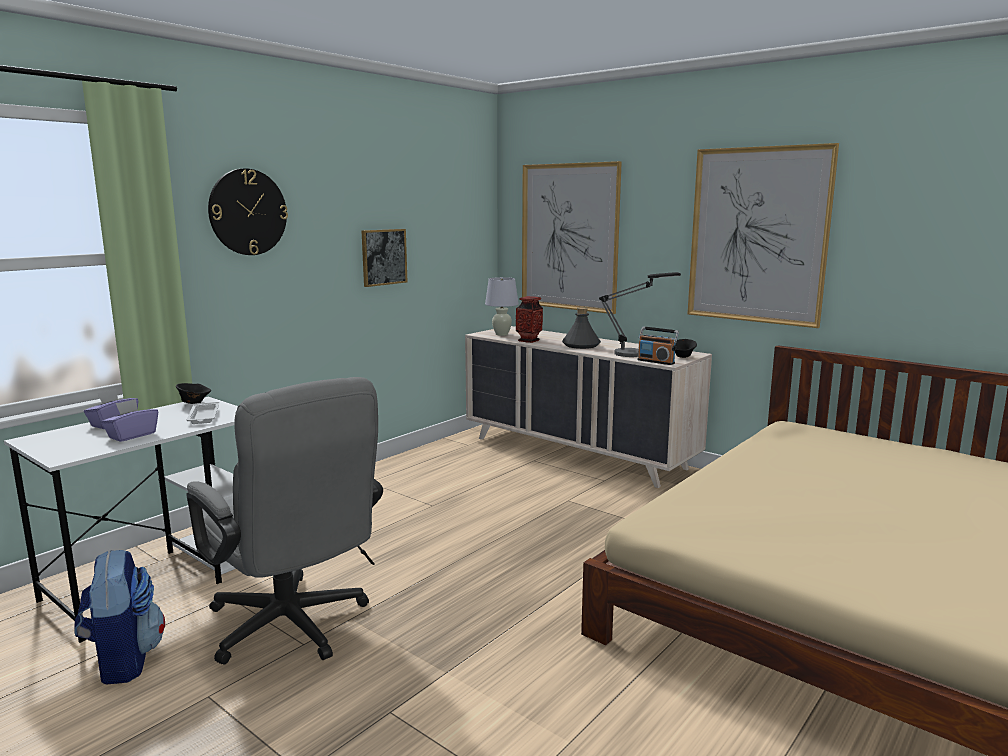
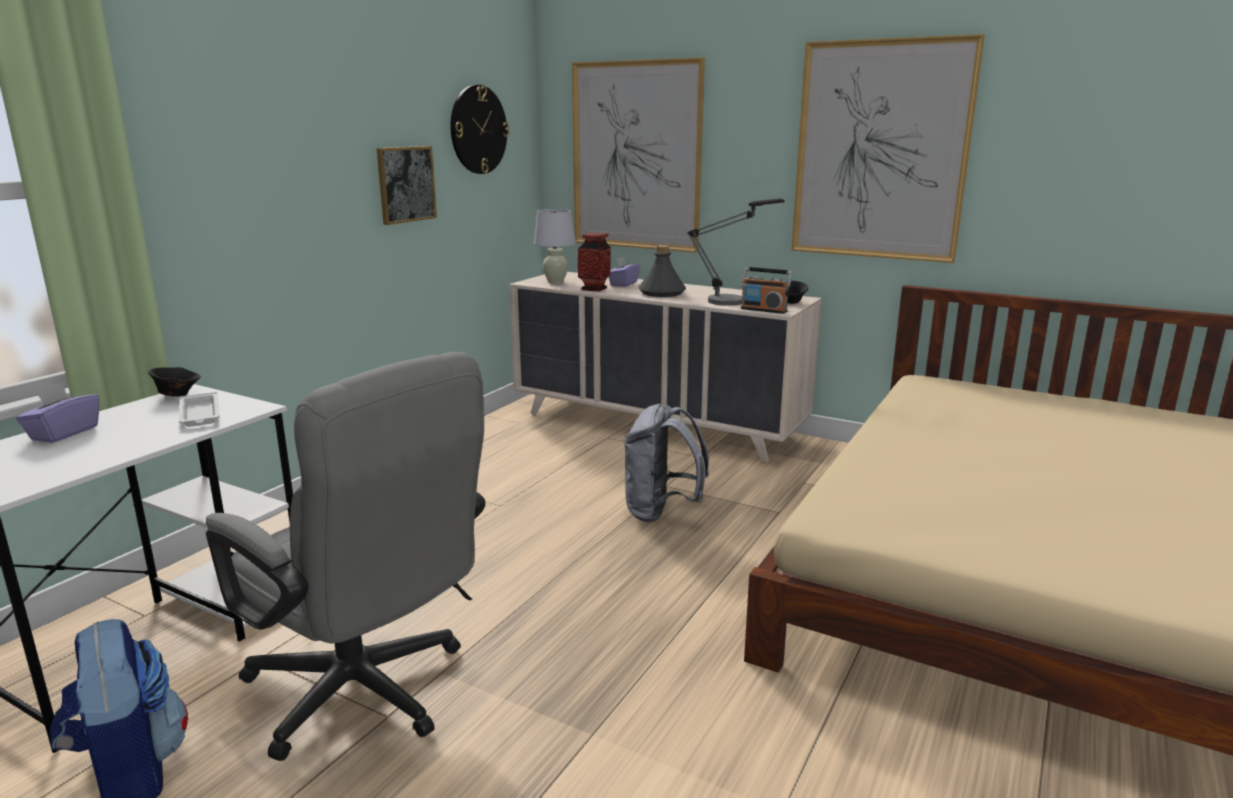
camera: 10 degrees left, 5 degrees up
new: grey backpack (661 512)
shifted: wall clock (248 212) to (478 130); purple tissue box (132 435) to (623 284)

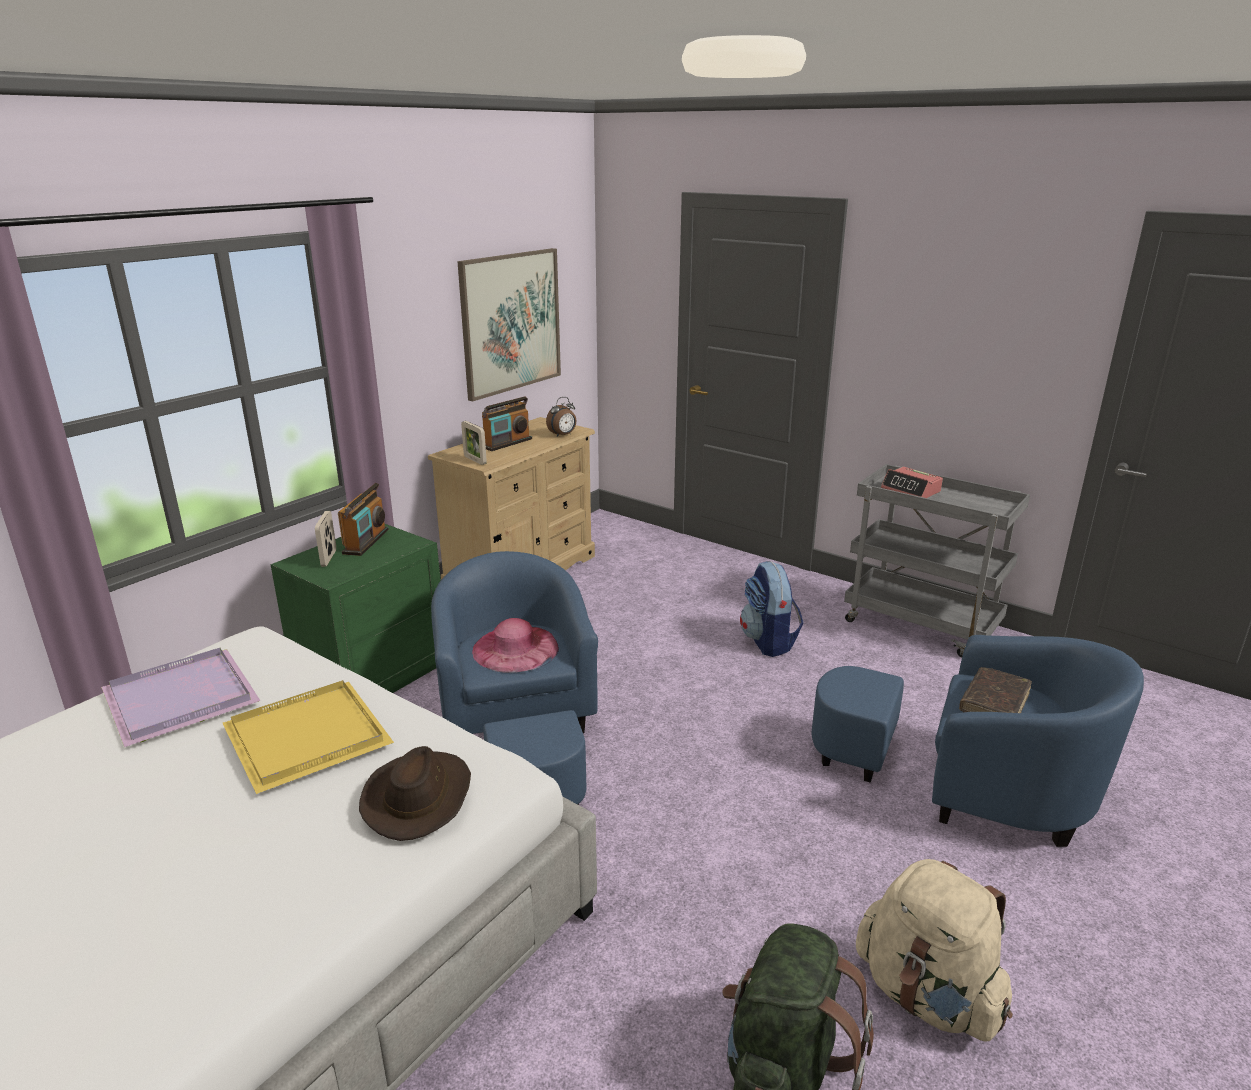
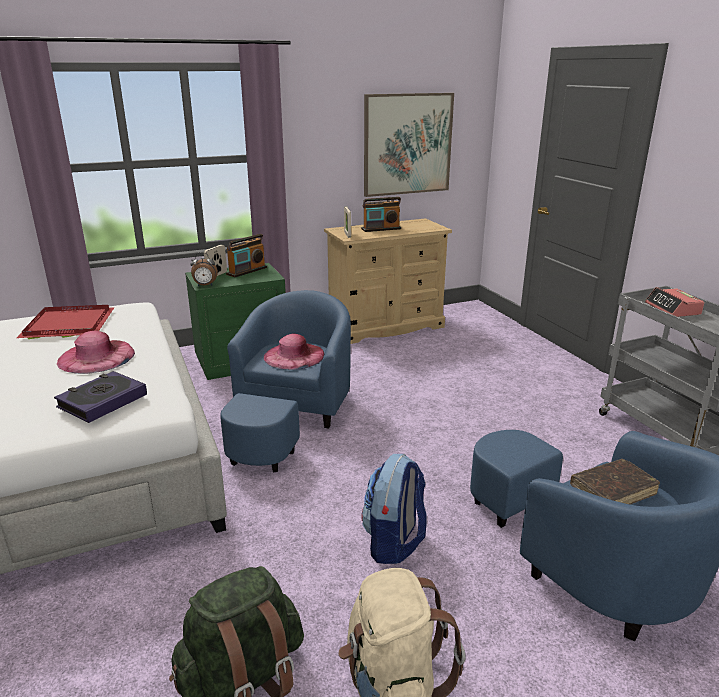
camera: 30 degrees right, 0 degrees up
shifted: alarm clock (563 435) to (205 285); backpack (768 642) to (394 542)
swapped: yellow tray (309 735) to pink hat (96 357); brown hat (418 797) to book (102 401)
repainted: purple tray (183 697) to red tray (71 324)

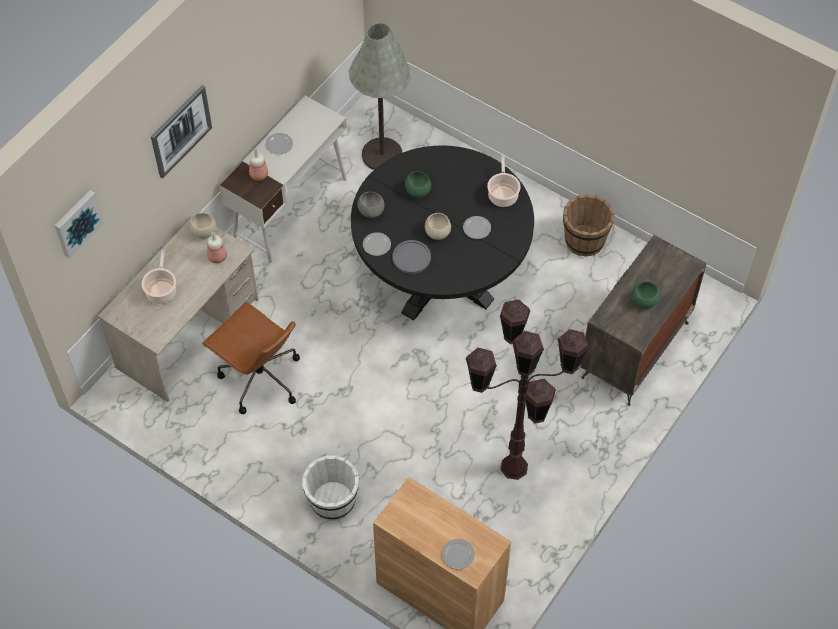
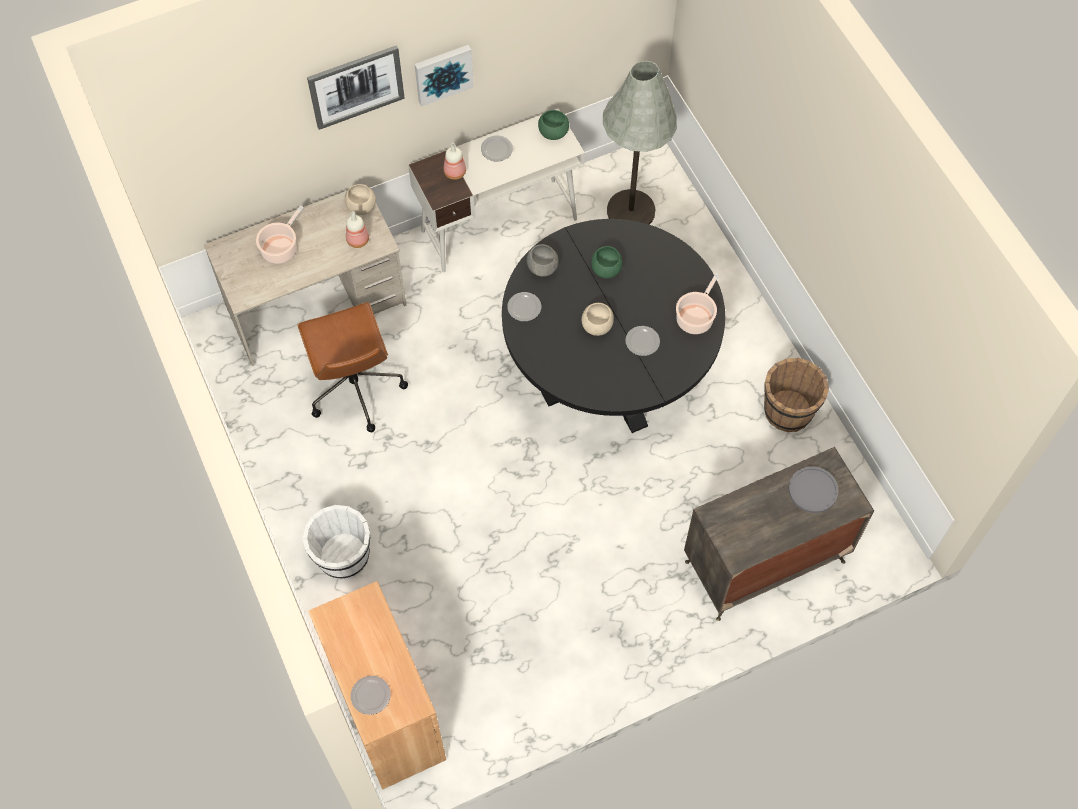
camera: 30 degrees right, 5 degrees up
gone: brown floor lamp (513 468)
shifted: picture (77 223) to (443 73); grey plate (411 257) to (813 490); green bowl (643 301) to (553 133)

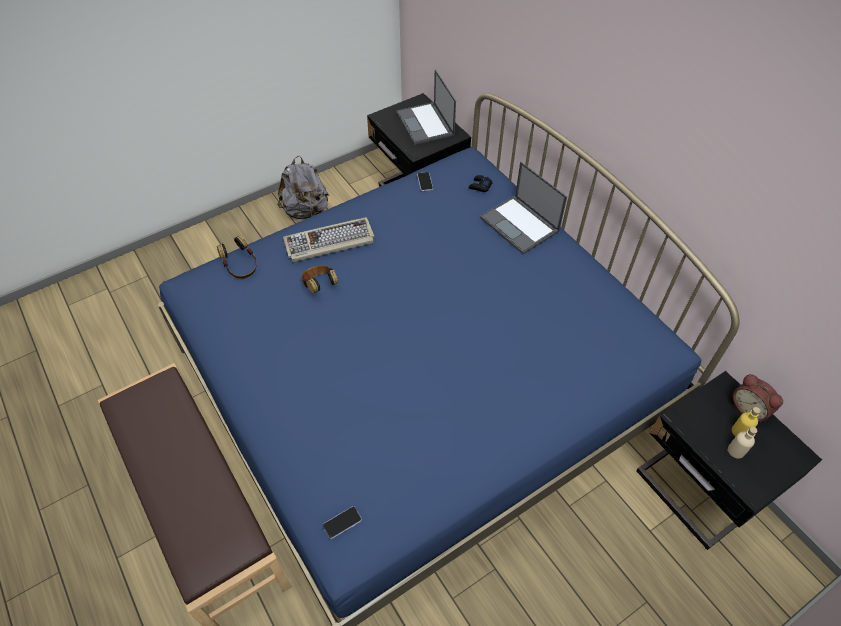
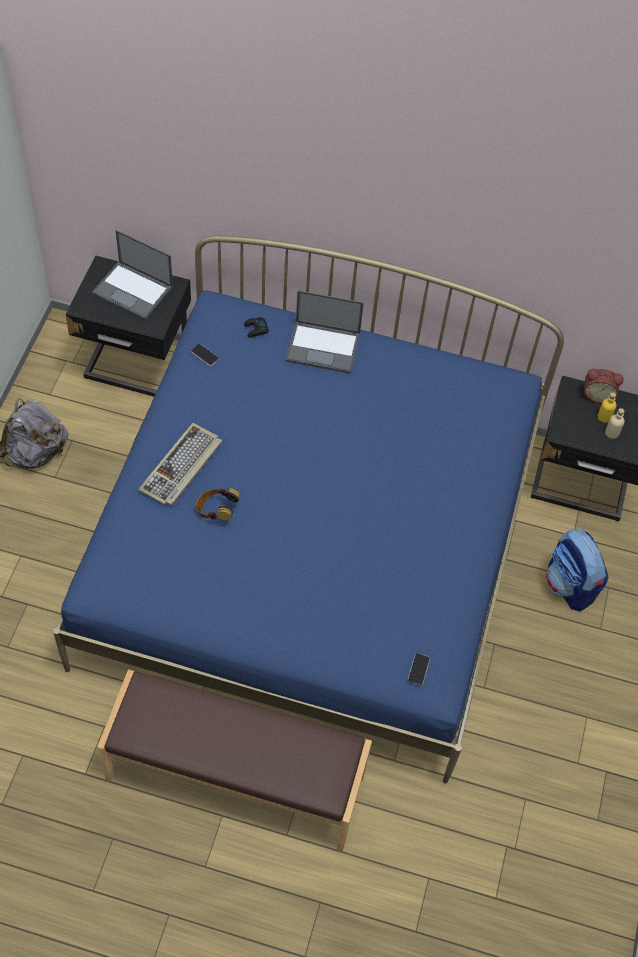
camera: 45 degrees left, 5 degrees up
gone: headphones (241 268)
new: backpack (570 585)

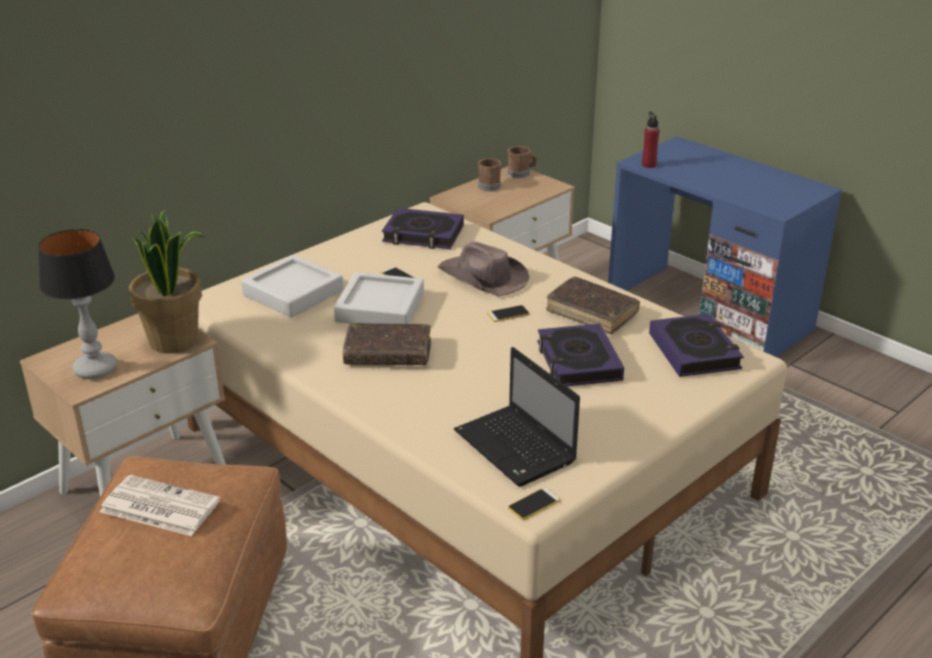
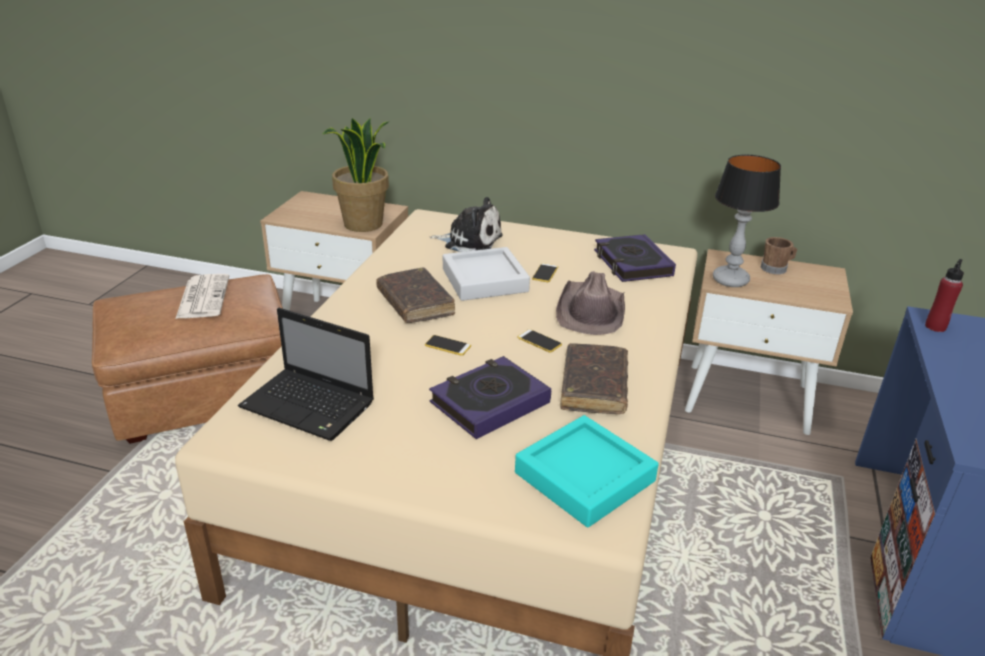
camera: 60 degrees right, 0 degrees up
gone: brown mug (521 174)
shifted: table lamp (95 370) to (729 280); phone (534 504) to (447 346)
swapped: grey tray (293 293) to plush toy (470 241); book (694 351) to turquoise tray (584 477)
rotated: laptop (517 448) = (310 406) 90 degrees counterclockwise

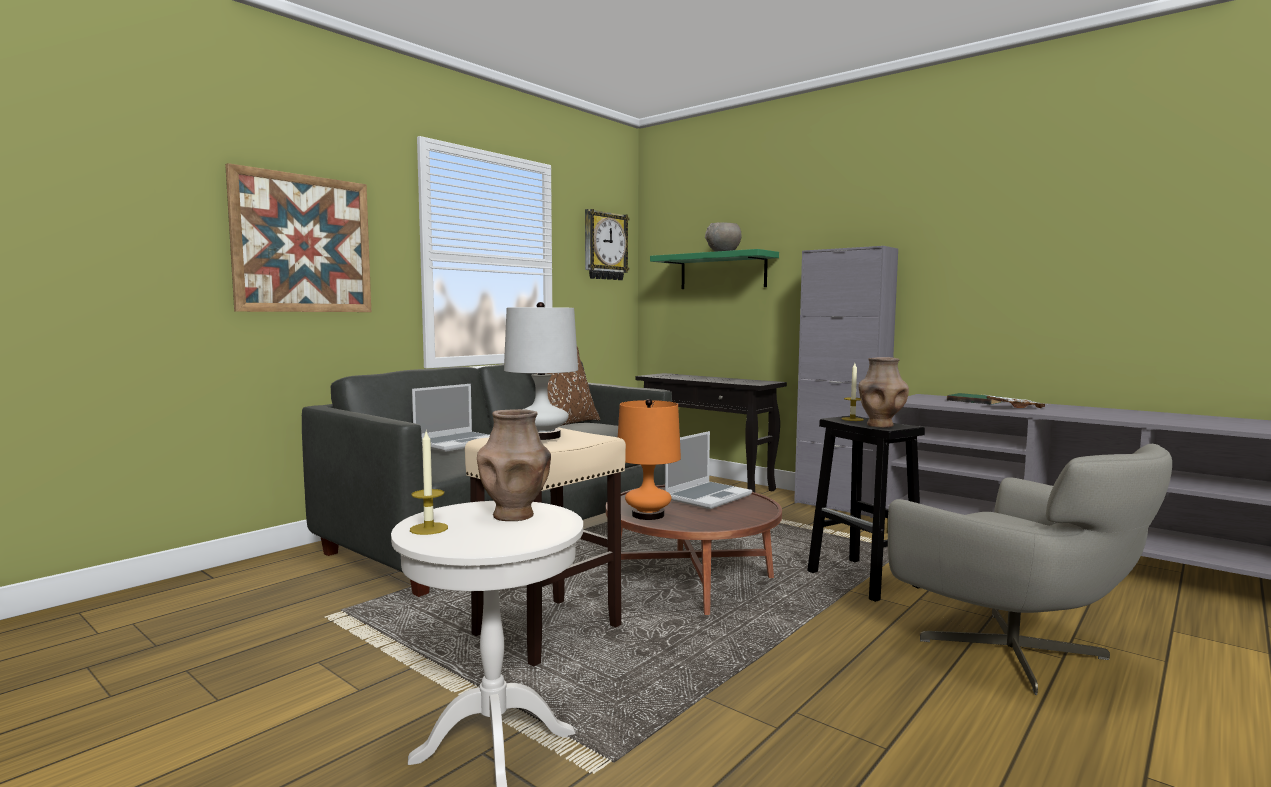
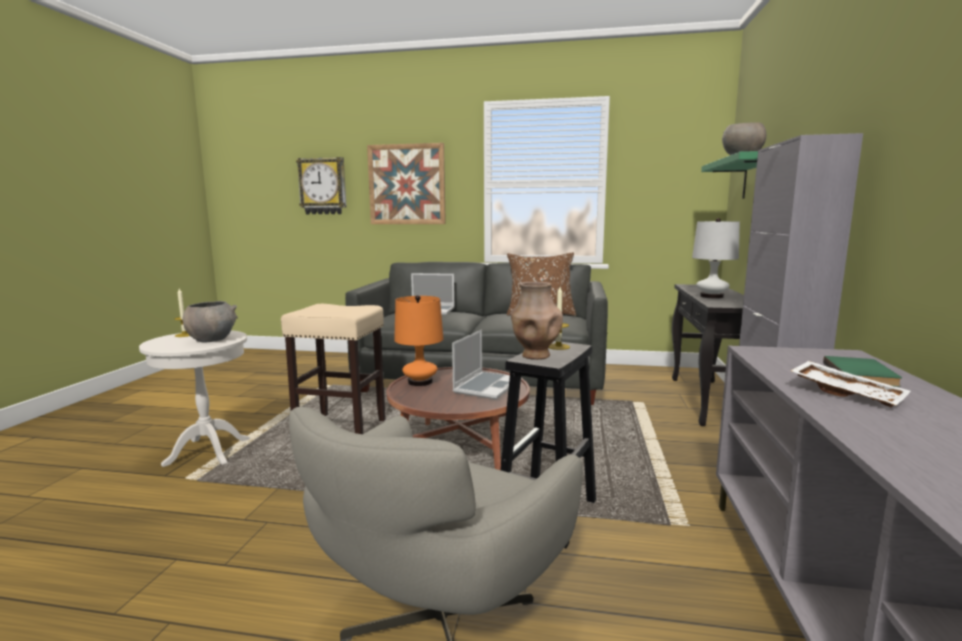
camera: 60 degrees right, 5 degrees up
shifted: wall clock (604 246) to (323 186); white table lamp (542 436) to (711 296)
swapped: brown vase (515 515) to grey bowl (212 339)
rotated: laptop (708 496) = (487 386) 75 degrees counterclockwise

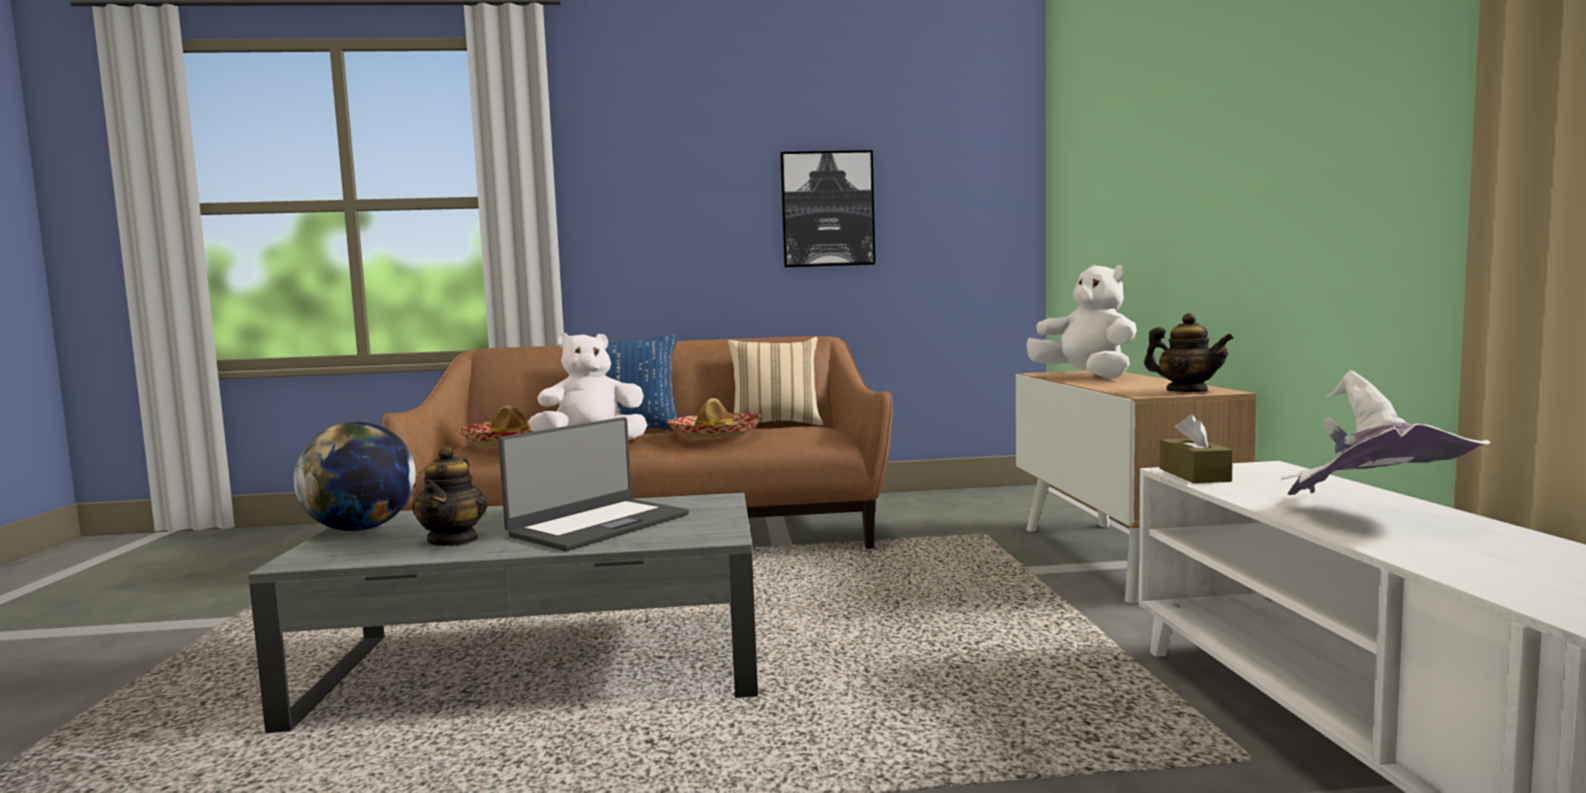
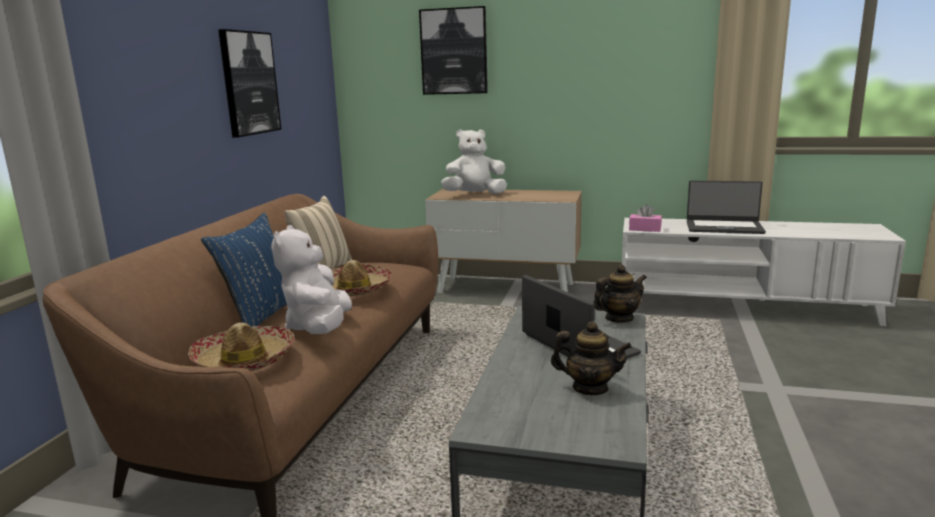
camera: 70 degrees left, 10 degrees up
gone: globe (361 529)
new: picture (454 51)
shifted: teapot (1187 392) to (618 318)
swapped: white hat (1371 517) to laptop (724 227)
repainted: brown tissue box (1194 475) to pink tissue box (645 229)

